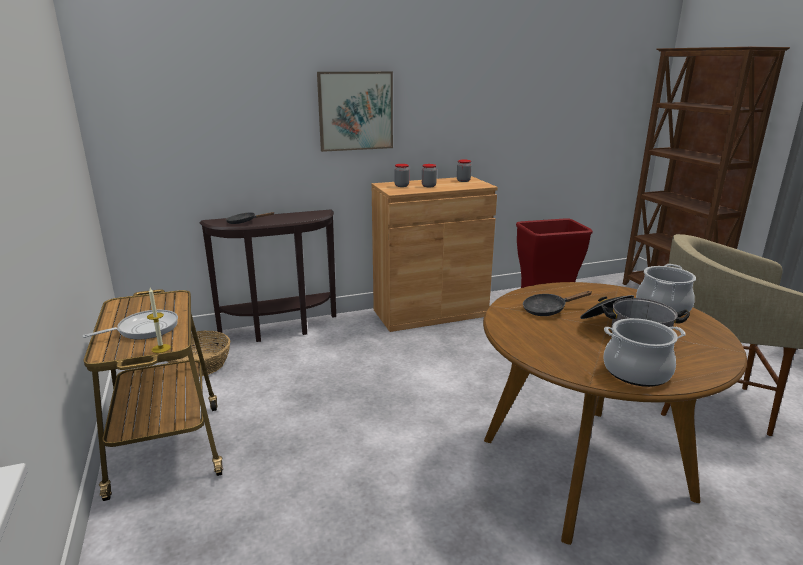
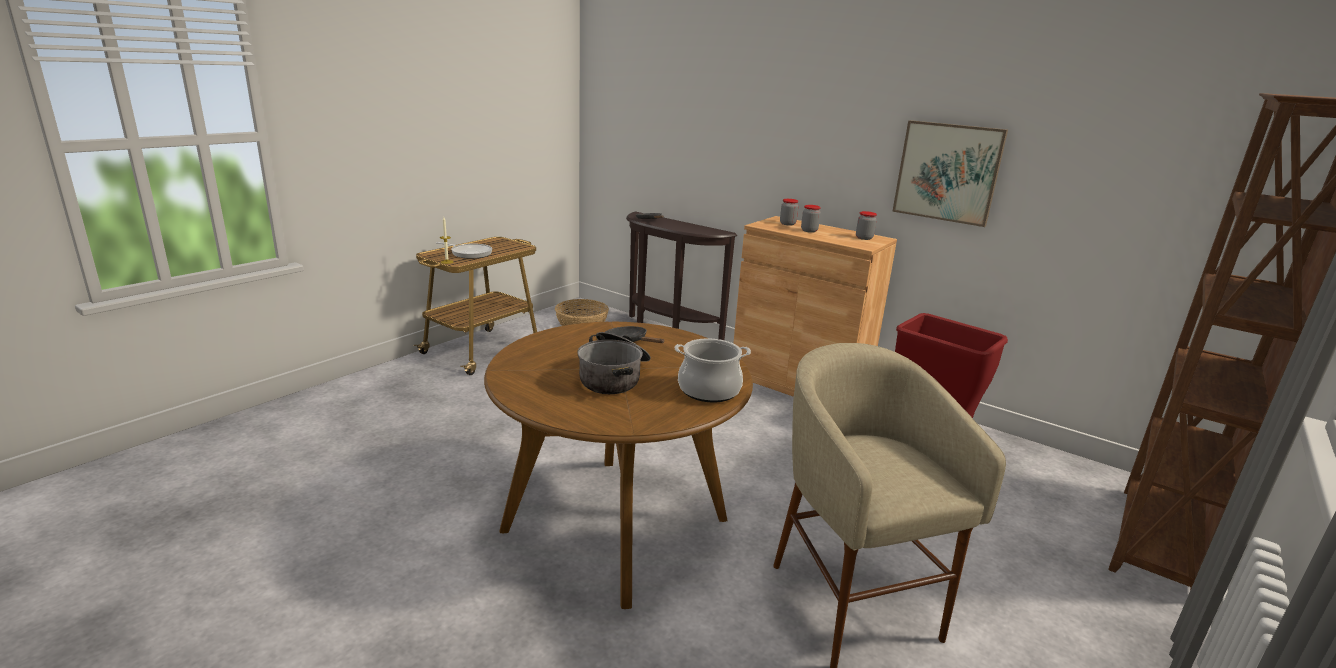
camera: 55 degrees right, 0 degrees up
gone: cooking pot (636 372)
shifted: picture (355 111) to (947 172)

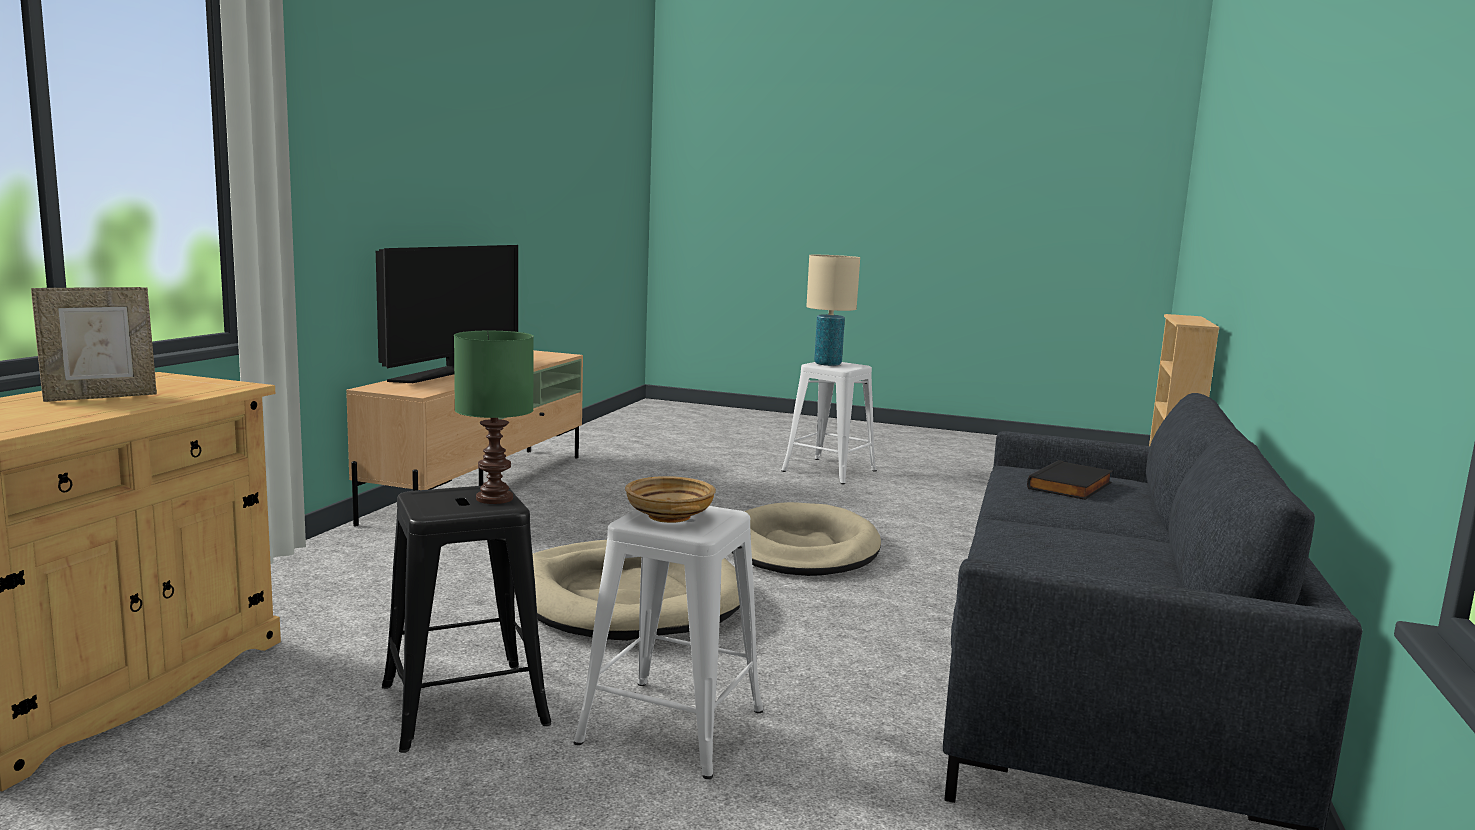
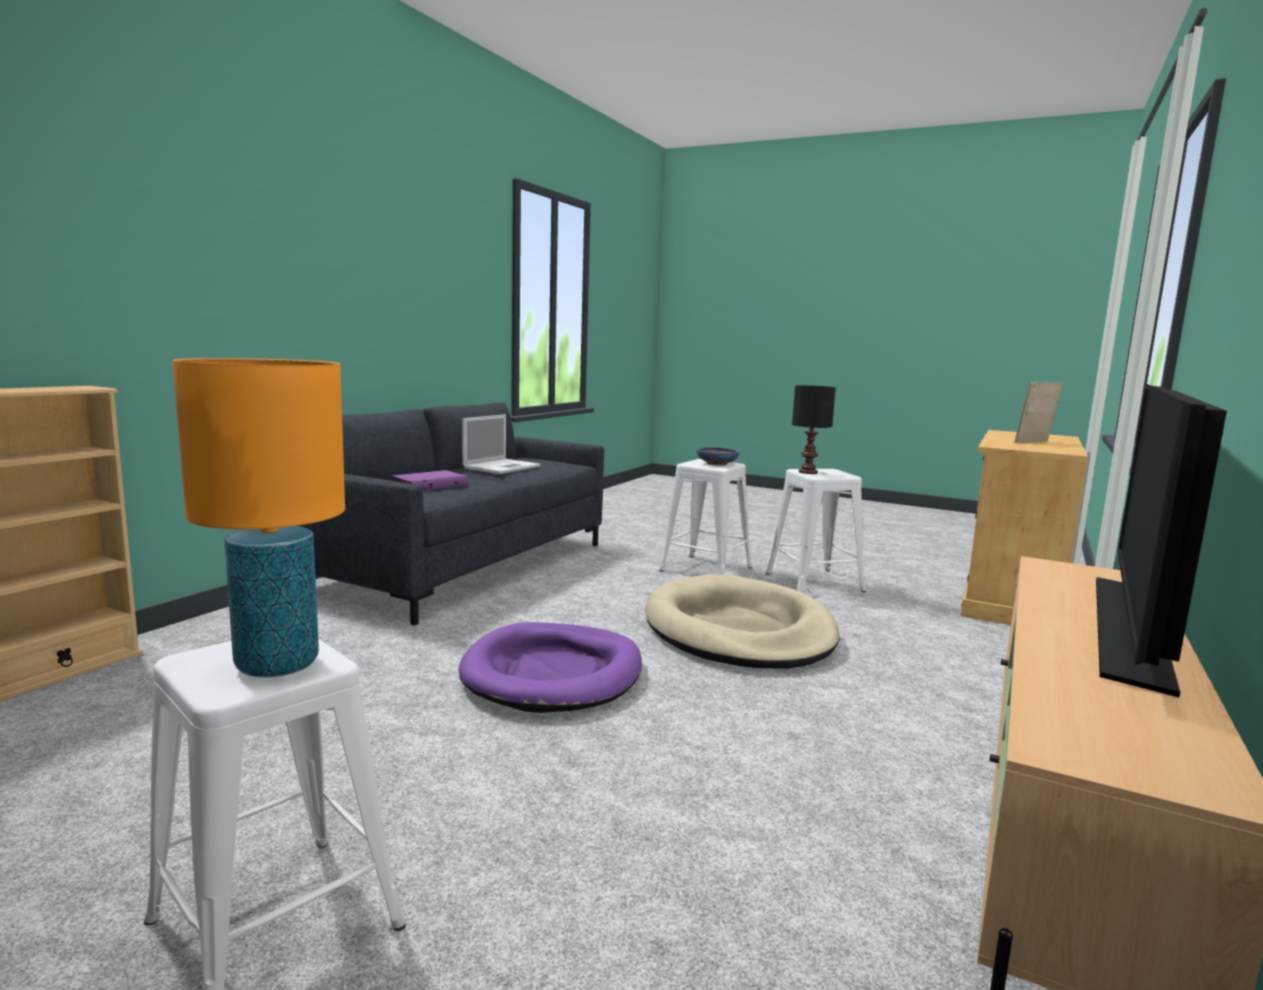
camera: 170 degrees left, 0 degrees up
new: laptop (502 467)
repainted: beige table lamp (828 364) to orange table lamp (276 664); green table lamp (496 499) to black table lamp (807 472); black book (1071 486) to purple book (429 485); beige bowl (668 516) to blue bowl (717 464); black stool (464 705) to white stool (814 582); beige dog bed (802 548) to purple dog bed (553 674)

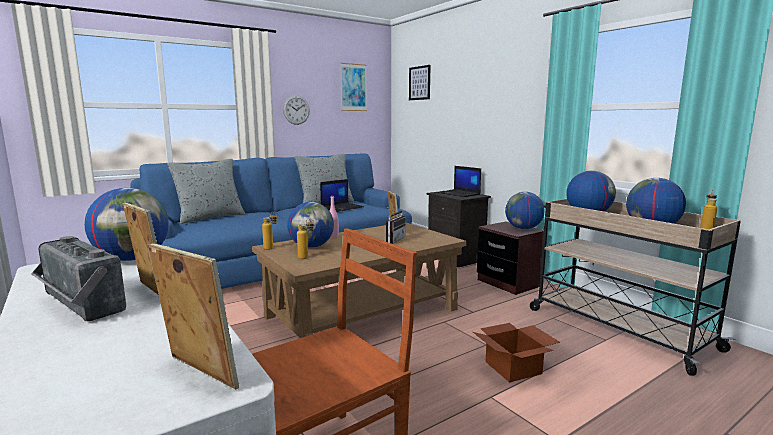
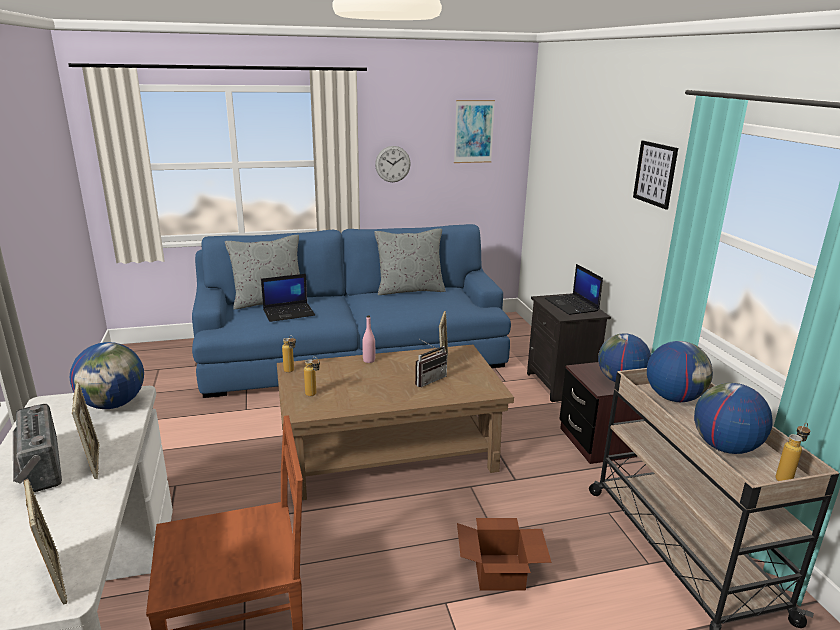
camera: 20 degrees right, 10 degrees up
gone: globe (311 246)
shifted: picture (419 83) to (655 174); laptop (342 207) to (289 312)

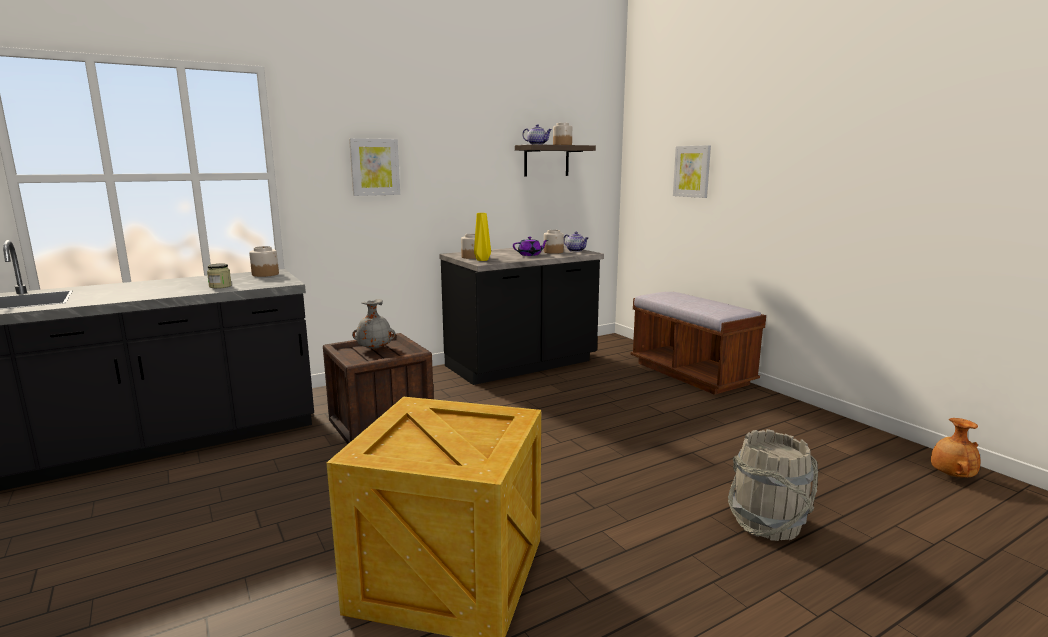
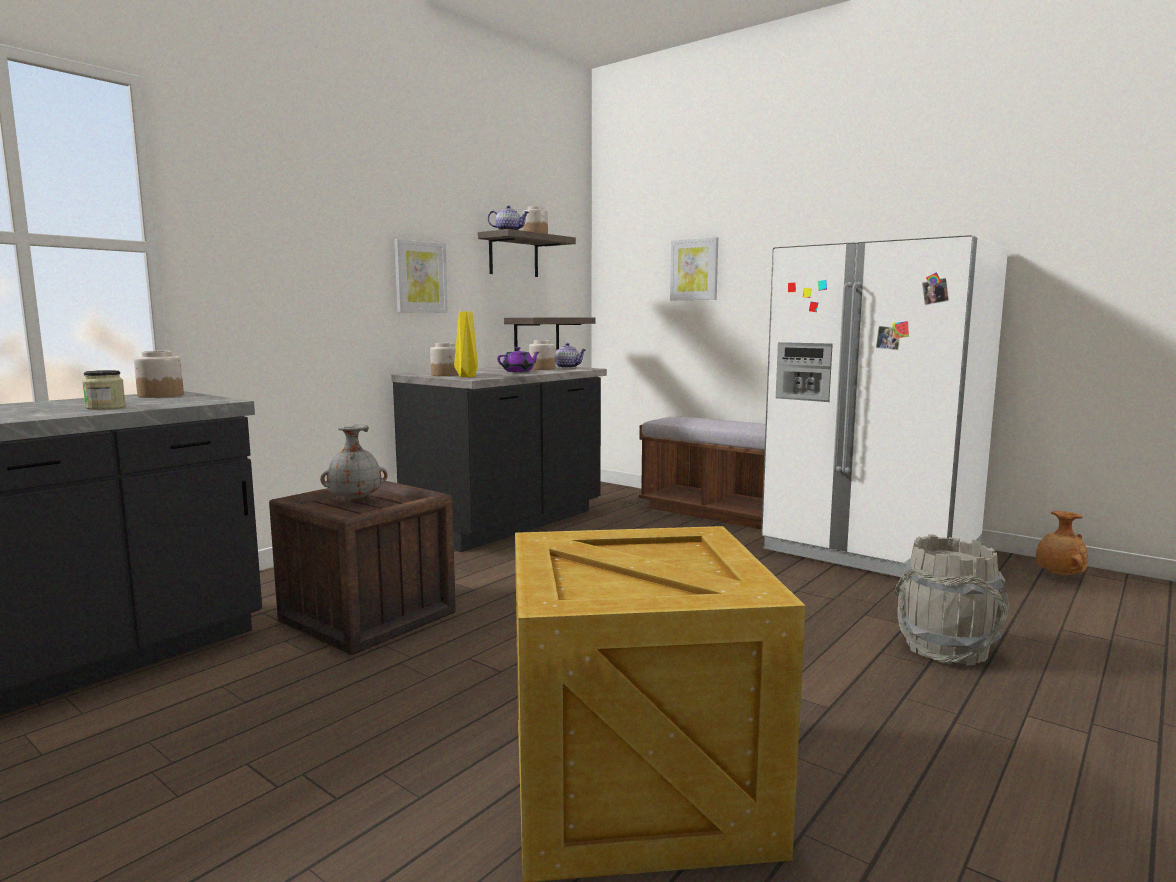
camera: 20 degrees left, 5 degrees down
new: white fridge (871 550); shelf (536 335)
shifted: picture (374 167) to (420 277)

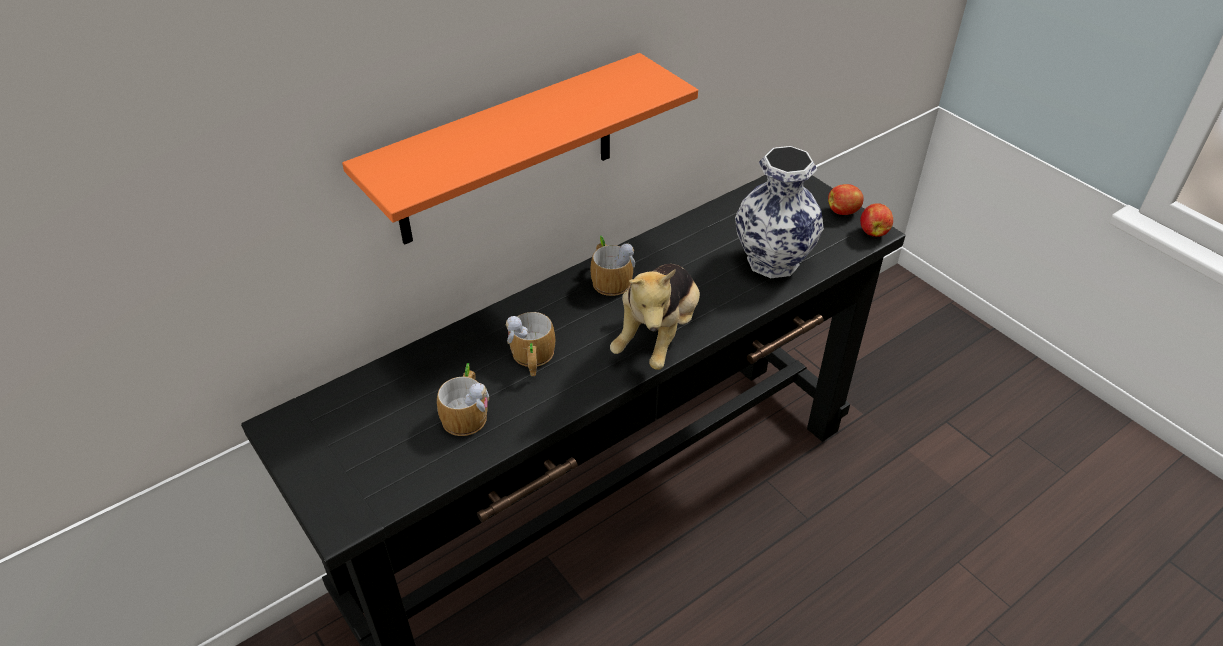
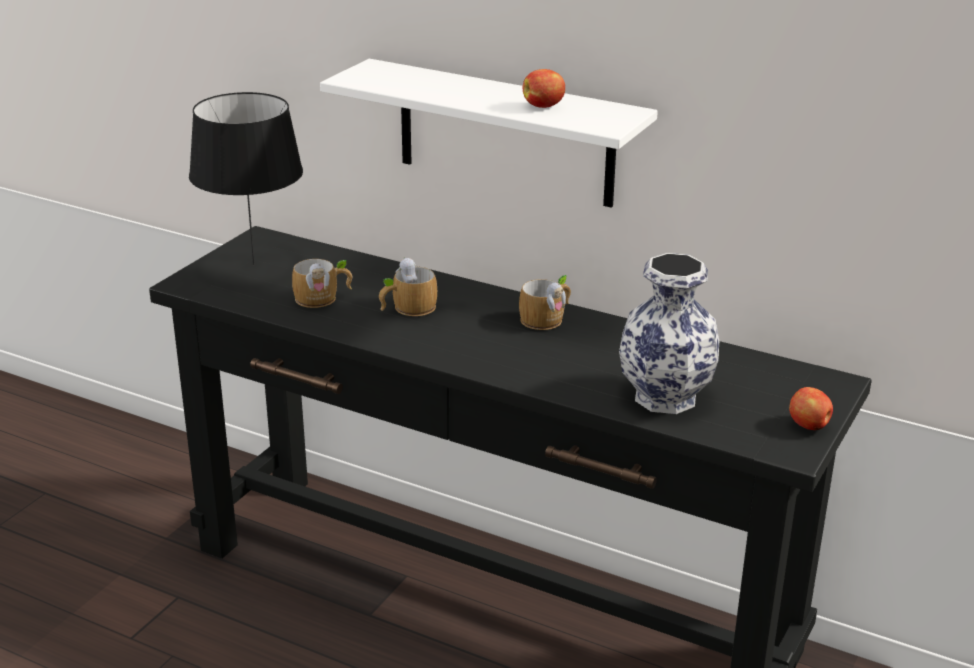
camera: 65 degrees right, 15 degrees down
gone: plush toy (658 335)
new: black table lamp (254 265)
shifted: apple (873 232) to (543 106)
repainted: orange shelf (506 151) to white shelf (505 133)

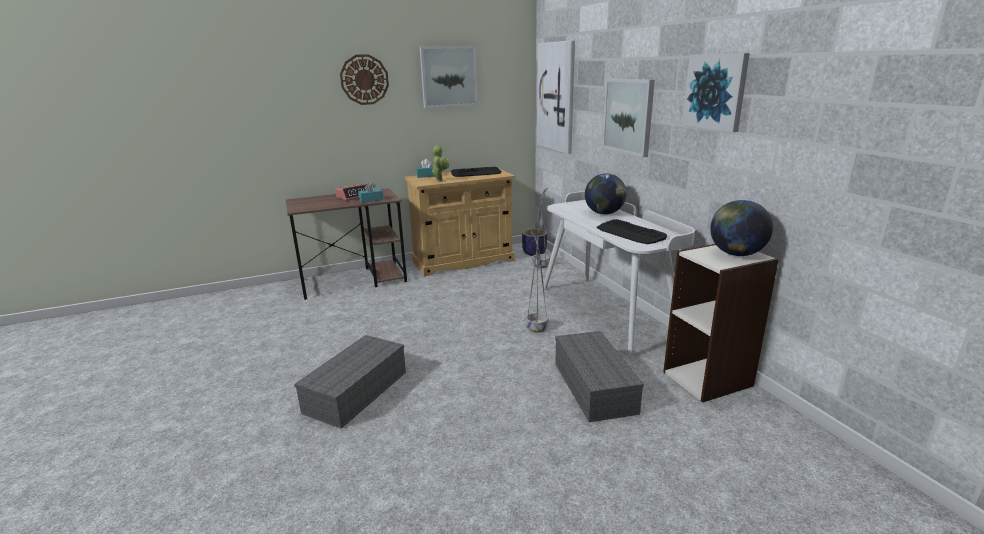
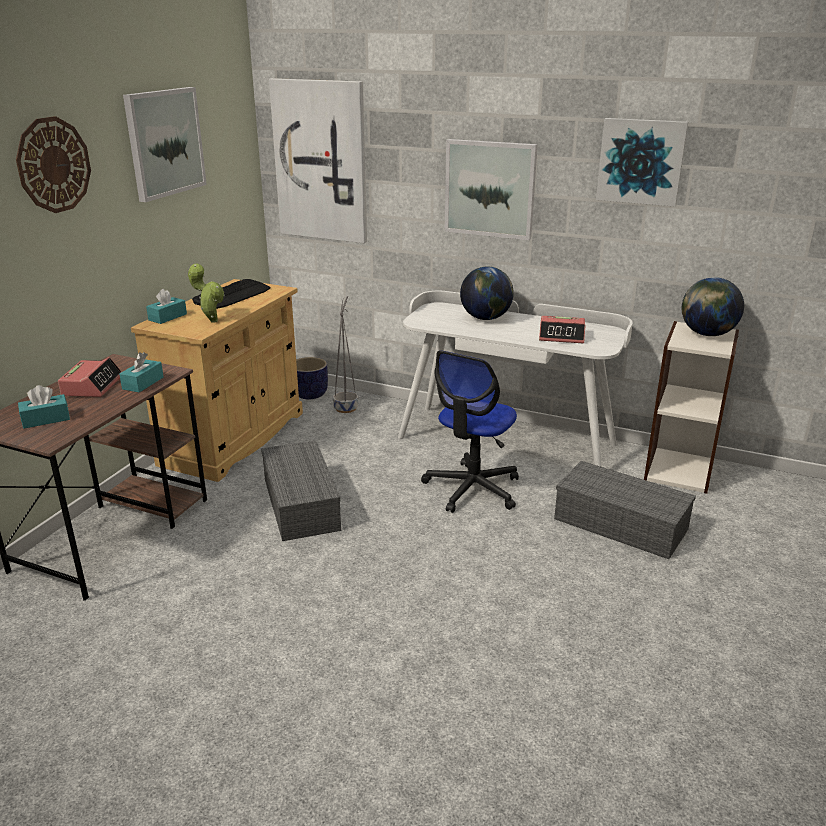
camera: 45 degrees left, 5 degrees up
new: turquoise tissue box (46 419)
shifted: grey storage box (356 393) to (302 505)
swapped: keyboard (630 233) to alarm clock (561 336); grey planter (536 328) to office chair (472 488)

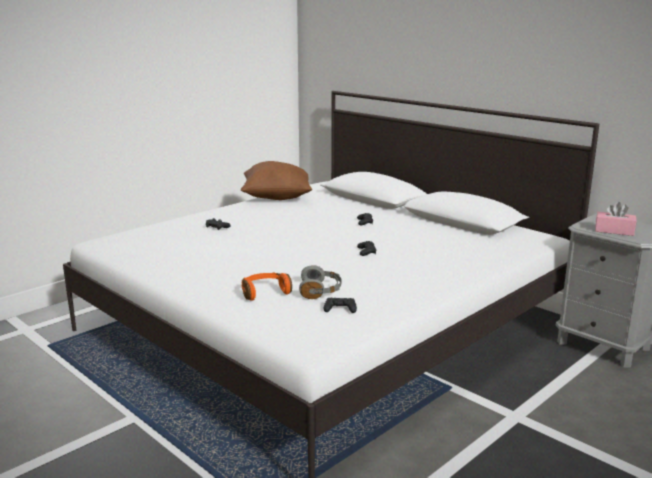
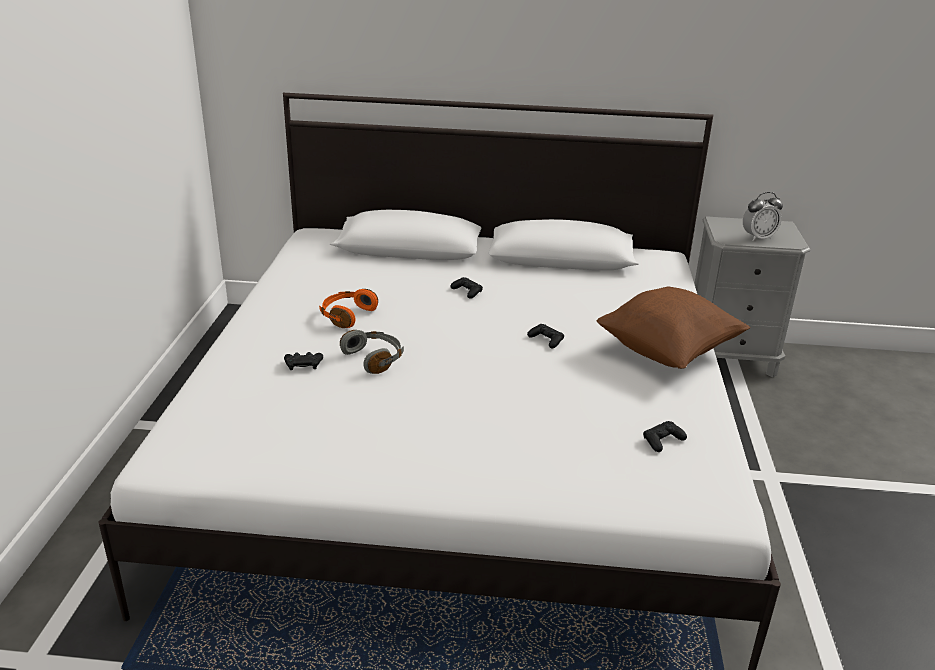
camera: 40 degrees left, 10 degrees up
shifted: brown pillow (276 198) to (668 352); grey headphones (320 291) to (374 359); orange headphones (264 292) to (346 315)
swapped: pink tissue box (614 231) to alarm clock (758 238)

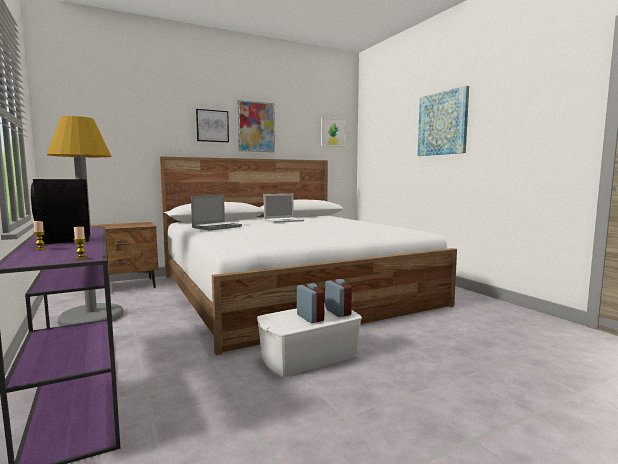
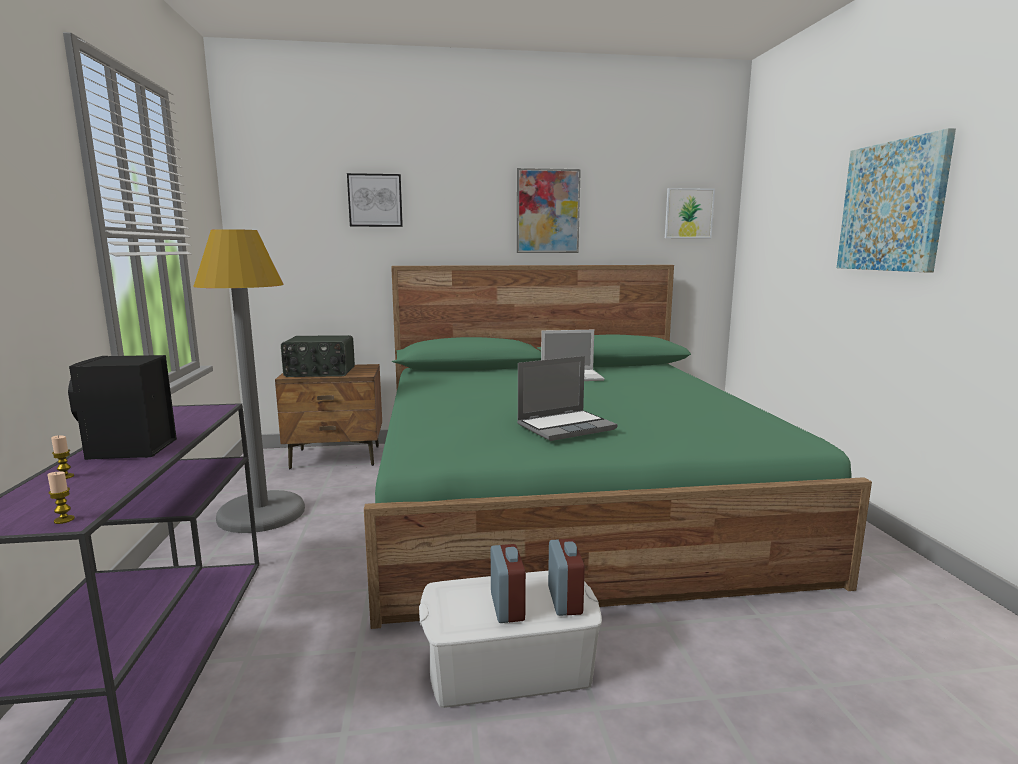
camera: 20 degrees right, 5 degrees up
new: radio (320 372)
shifted: picture (212 126) to (375 200); laptop (217 227) to (566 427)
repainted: white bed (291 289) to green bed (566 497)

